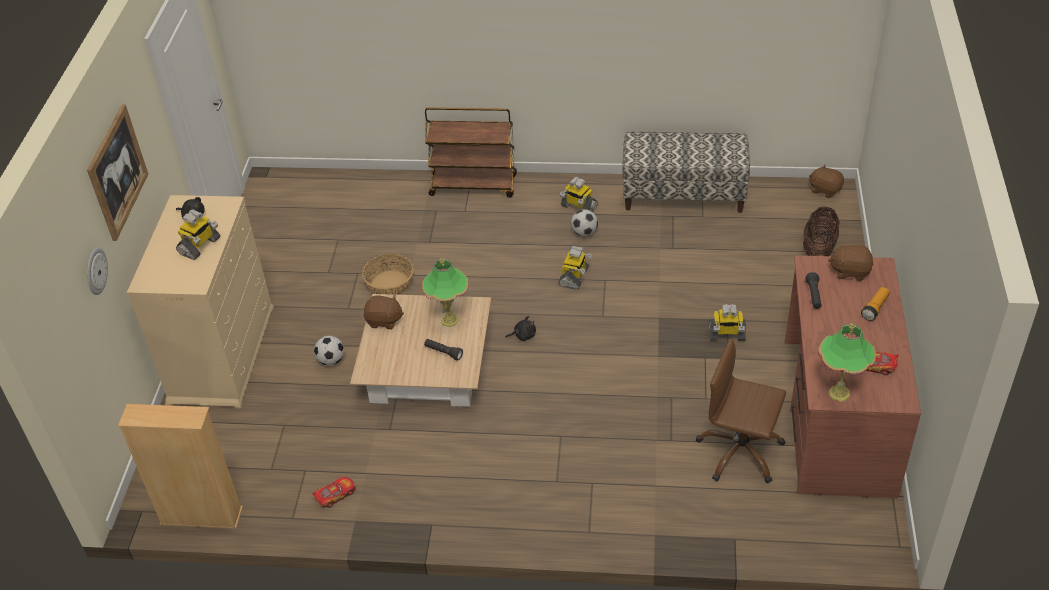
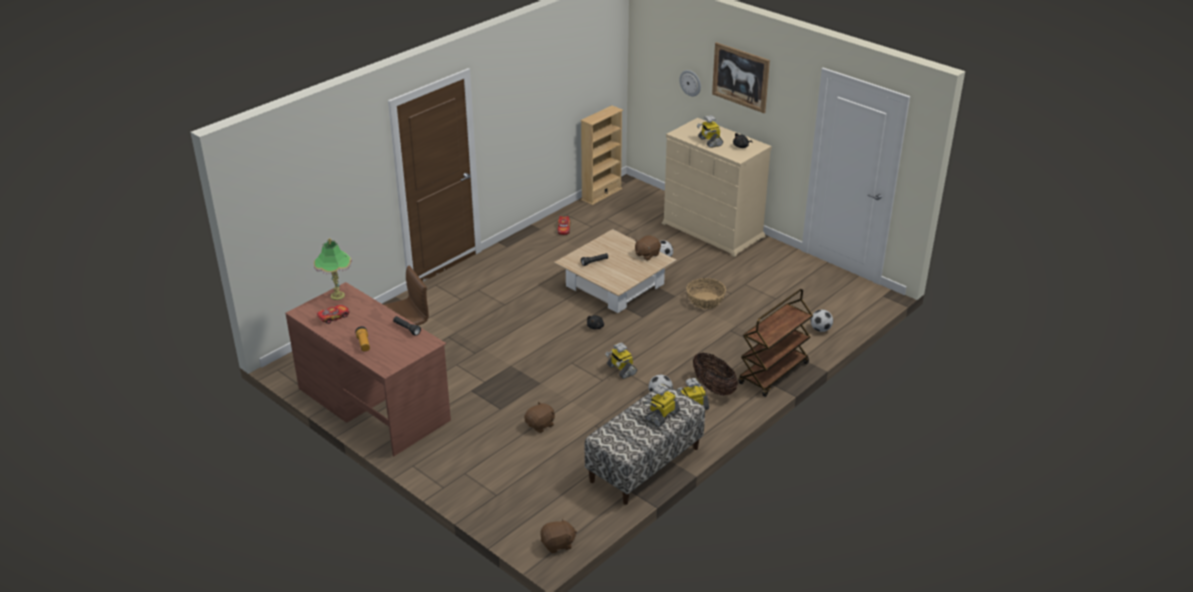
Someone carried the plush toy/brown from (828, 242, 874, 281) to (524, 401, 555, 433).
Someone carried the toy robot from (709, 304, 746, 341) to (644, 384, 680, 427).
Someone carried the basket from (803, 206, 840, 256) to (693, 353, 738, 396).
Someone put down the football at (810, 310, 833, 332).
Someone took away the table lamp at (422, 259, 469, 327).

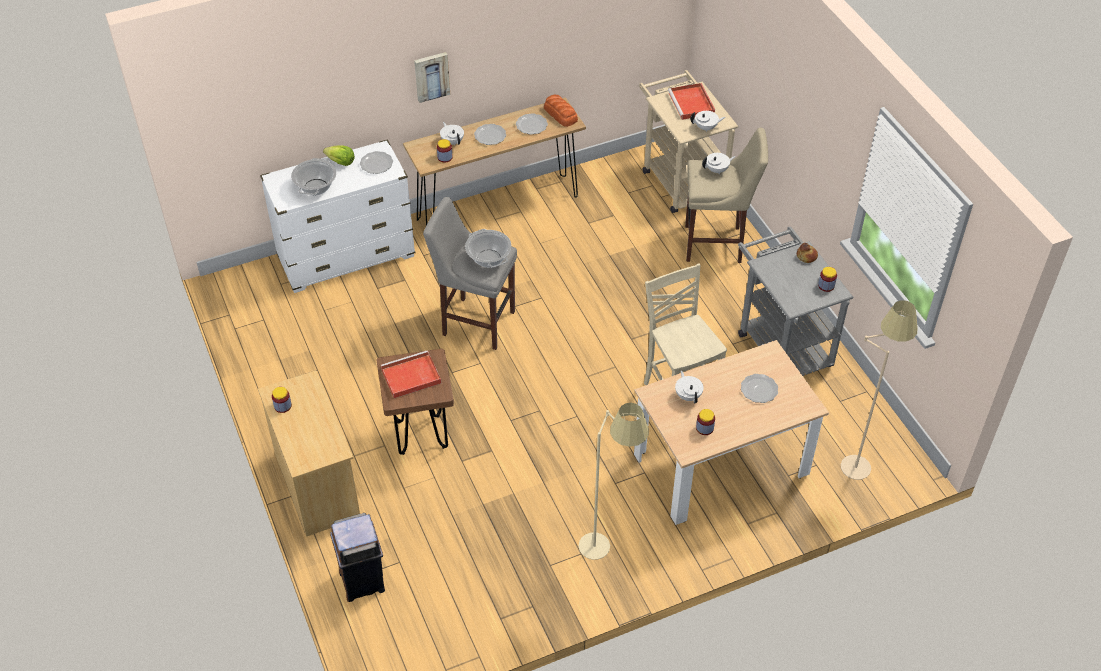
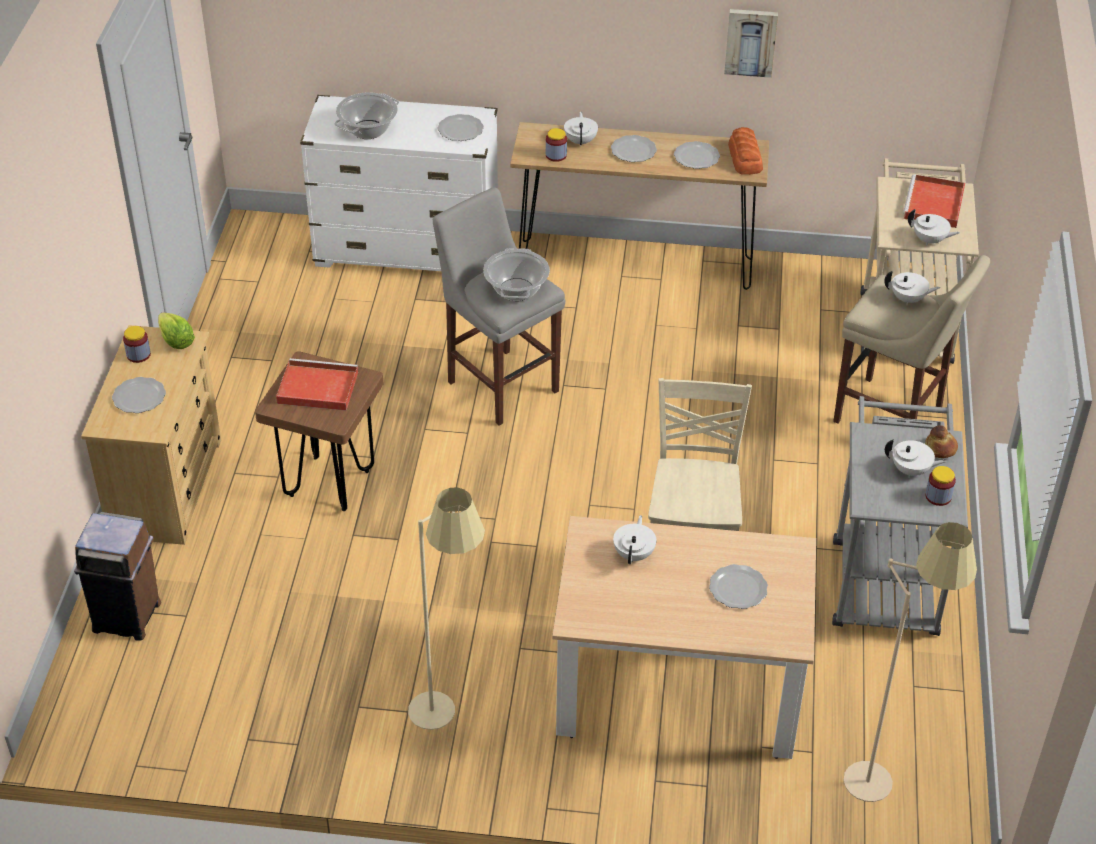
Someone put down the plate at (112, 377, 166, 413).
Someone carried the lettuce from (323, 146, 355, 166) to (158, 312, 195, 349).
Someone carried the picture from (414, 52, 450, 103) to (724, 9, 778, 78).
Someone put down the teapot/white at (885, 439, 947, 478).
Someone took away the jar at (696, 409, 715, 435).

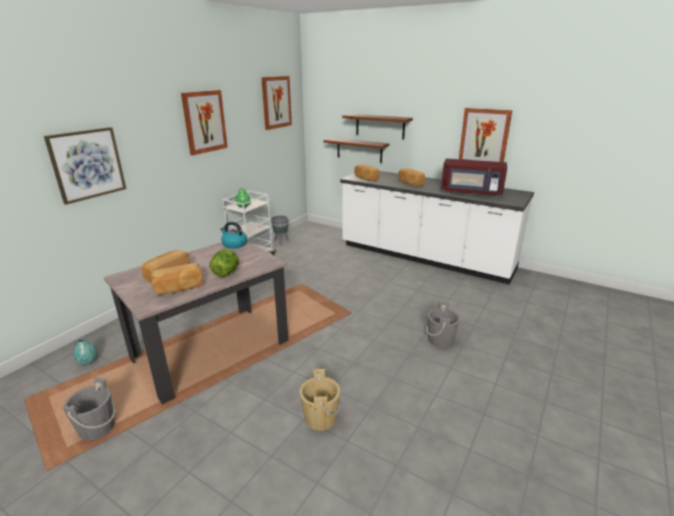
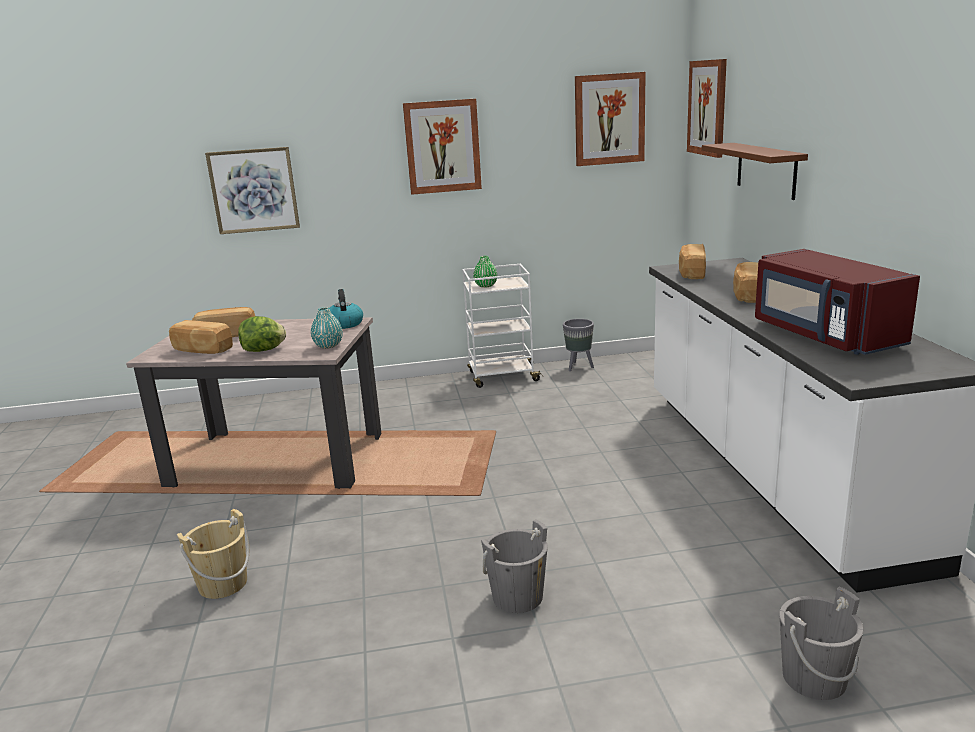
Someone carried the vase/turquoise from (74, 338, 98, 365) to (311, 307, 343, 349).
Someone carried the picture from (459, 108, 513, 162) to (687, 59, 727, 158).
Someone carried the bucket/grey from (63, 377, 115, 441) to (779, 586, 864, 700).
Someone took away the shelf/brown at (323, 138, 389, 163).

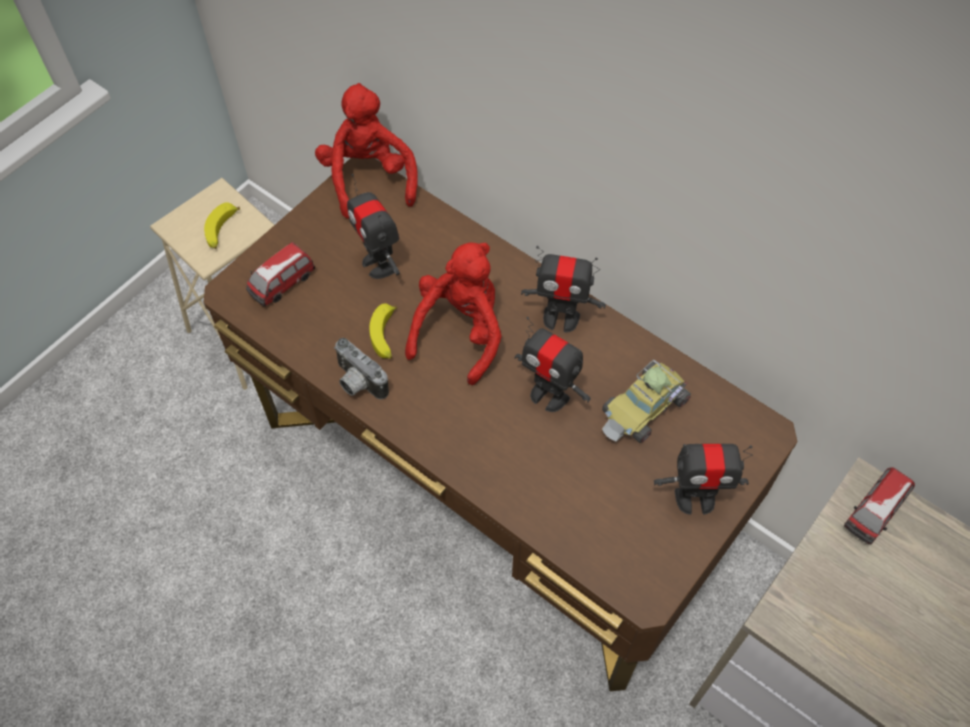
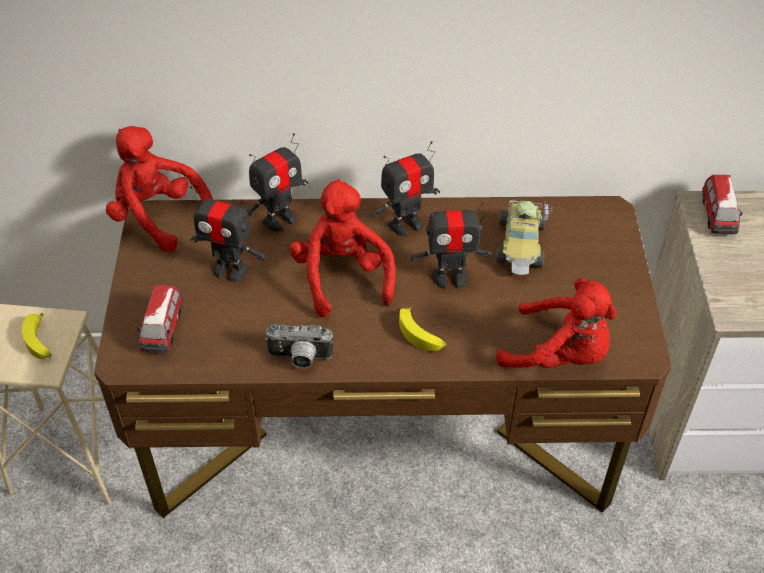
Someone carried the toy robot from (654, 444, 753, 515) to (247, 133, 308, 232).
Someone carried the banana from (369, 304, 397, 359) to (399, 306, 447, 351).
Someone put down the plush toy/red at (496, 278, 617, 368).

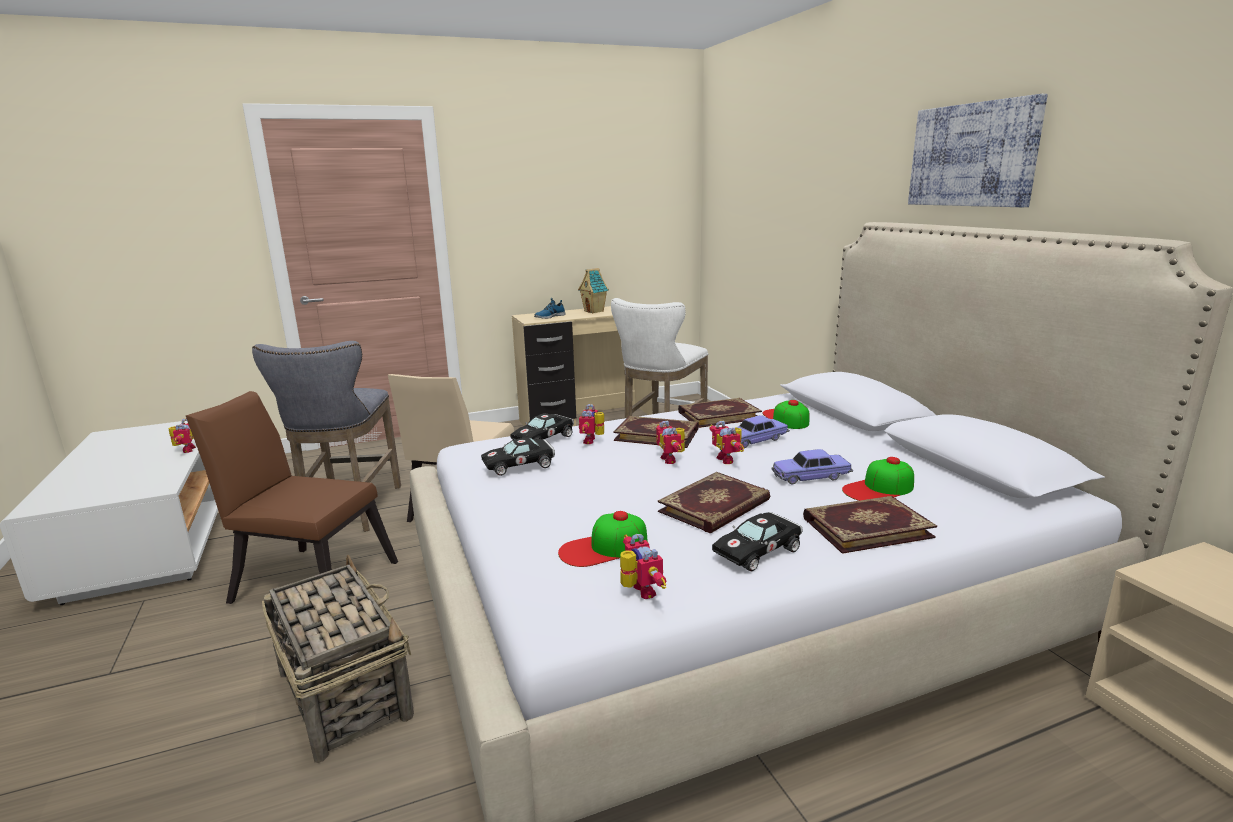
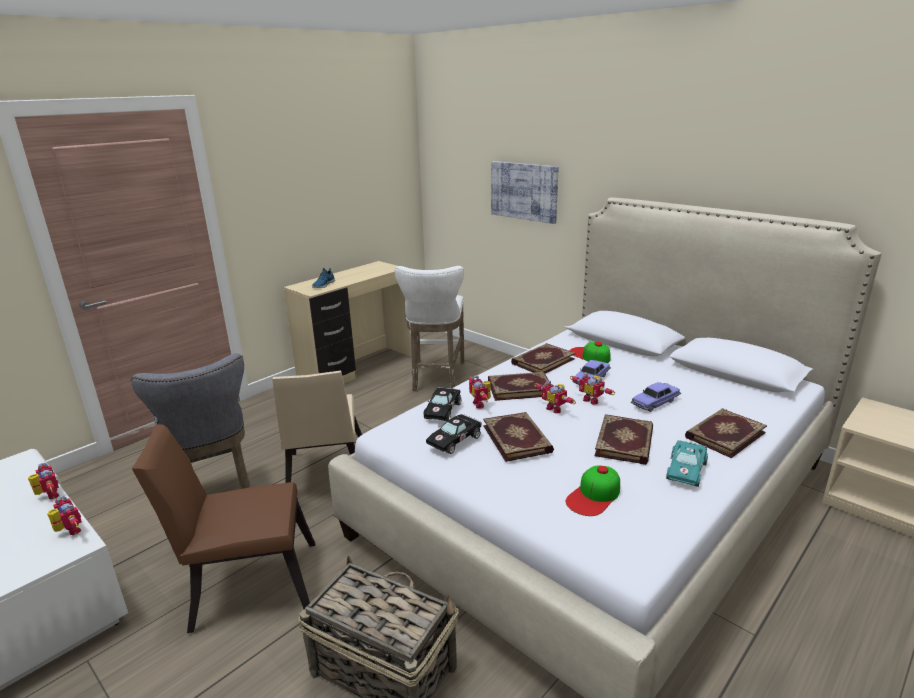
Someone carried the toy robot from (620, 534, 666, 599) to (47, 496, 82, 535).
Someone put down the book at (483, 412, 554, 462).
Someone carried the picture from (908, 94, 1048, 207) to (491, 161, 559, 224).
Someone repainted the toy car/black at (712, 512, 803, 571), which became the toy car/turquoise at (666, 440, 708, 487).
Someone took away the toy house at (578, 268, 609, 313).
Someone took away the cap at (842, 457, 914, 501).

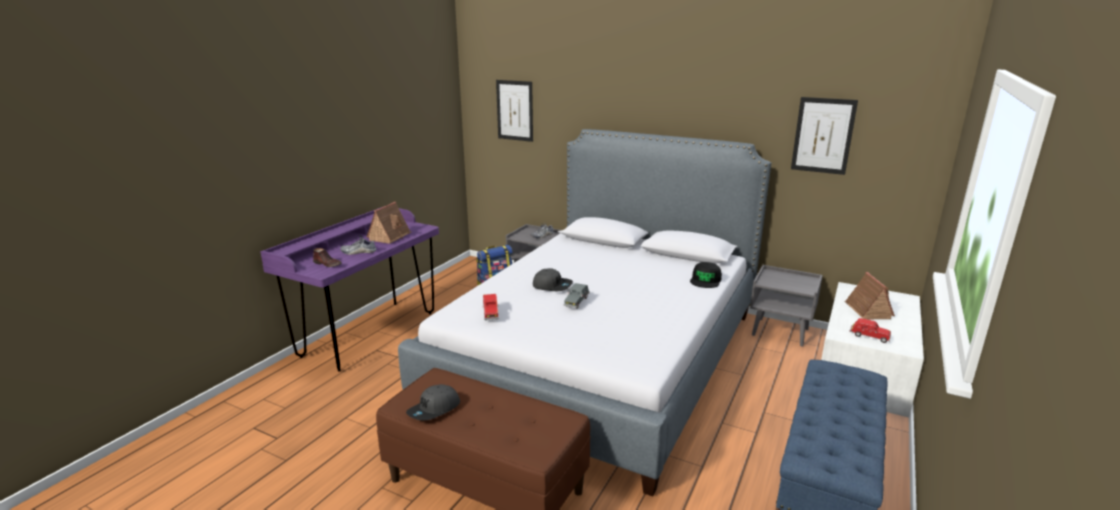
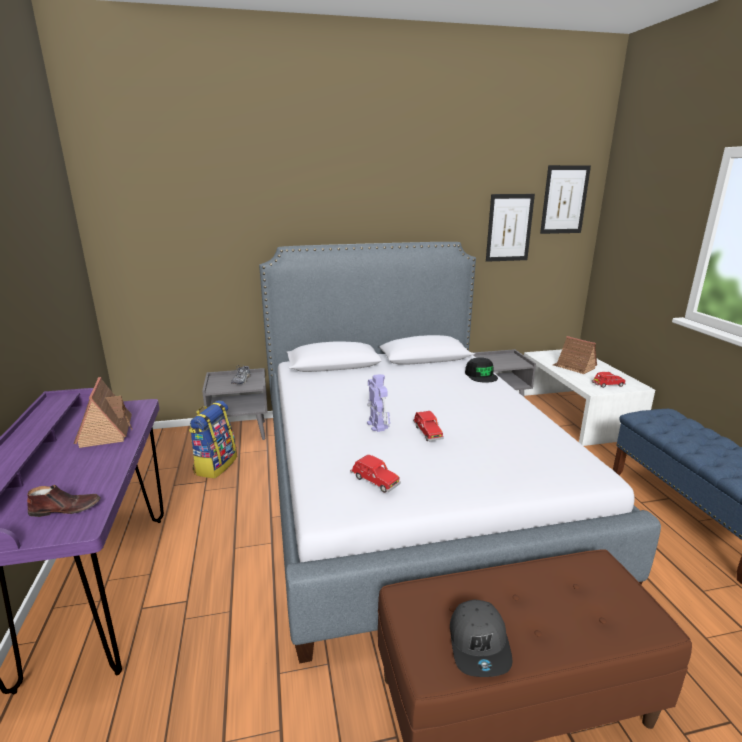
Someone swapped the cap/grey at (533, 268, 573, 291) for the toy robot at (367, 374, 390, 432).
Someone repainted the toy car/grey at (564, 283, 590, 309), which became the toy car/red at (413, 411, 444, 441).
Someone carried the picture from (496, 80, 533, 142) to (540, 165, 591, 234).
Someone took away the shoe at (340, 235, 376, 255).

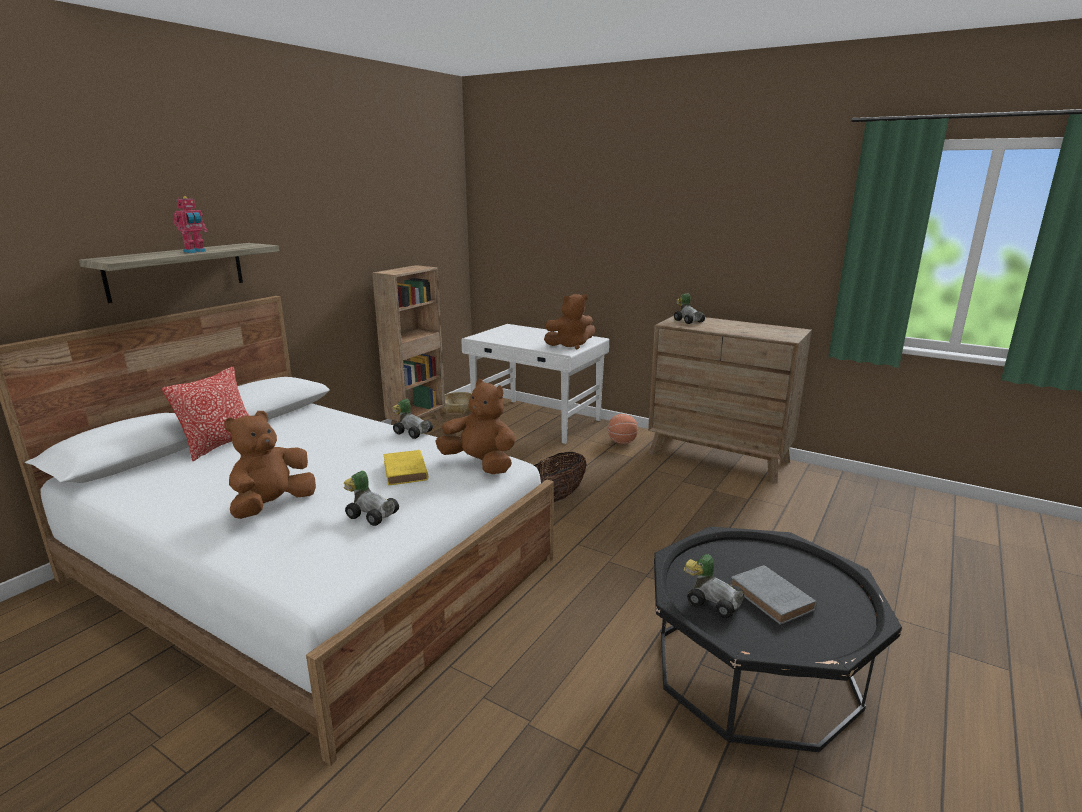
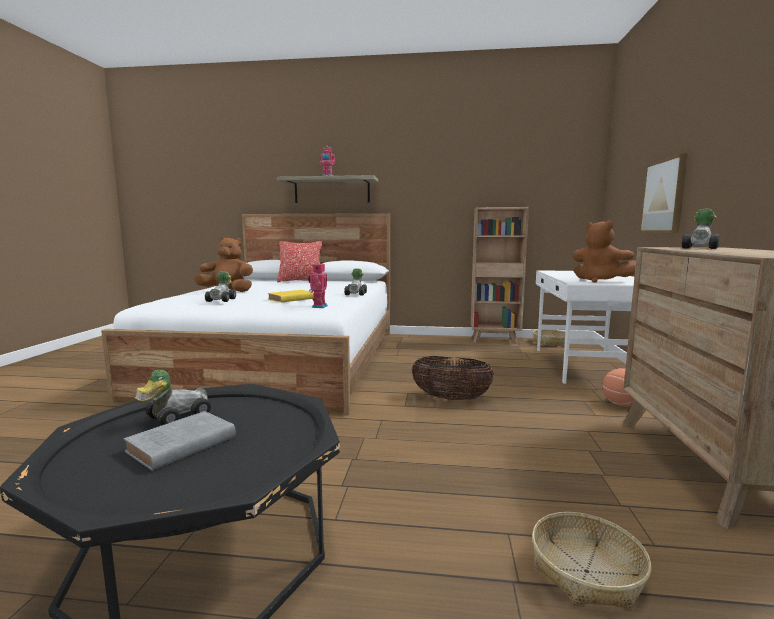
Someone rotated the toy car at (684, 554, 744, 618) by 150 degrees counterclockwise.
Someone swapped the plush toy/brown at (435, 379, 515, 474) for the toy robot at (308, 262, 328, 308).
Someone put down the basket at (532, 512, 651, 609).
Someone put up the picture at (640, 153, 688, 233).

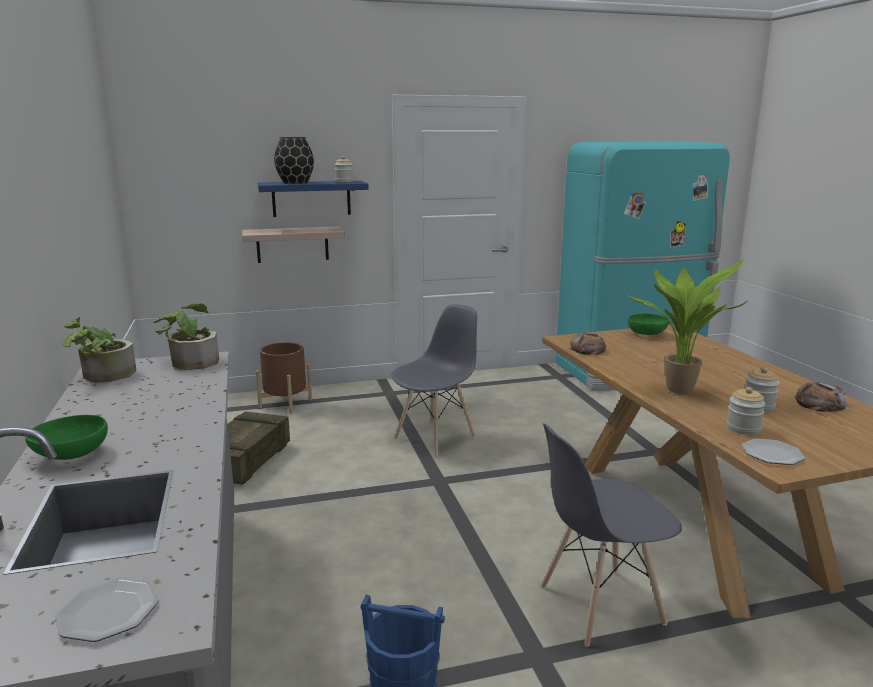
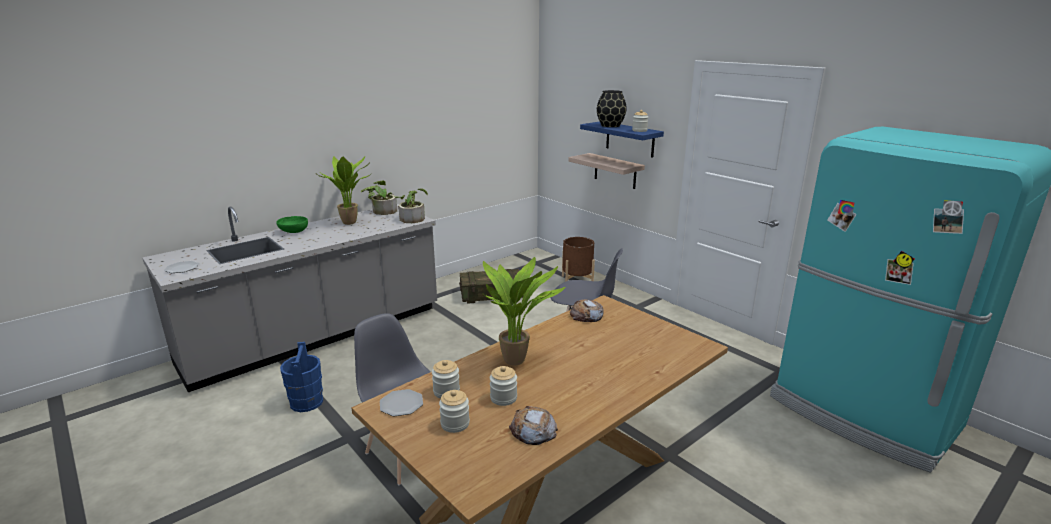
Someone put down the potted plant at (317, 156, 372, 225).
Someone put down the jar at (439, 390, 470, 433).
Someone took away the bowl/green at (628, 313, 669, 335).

